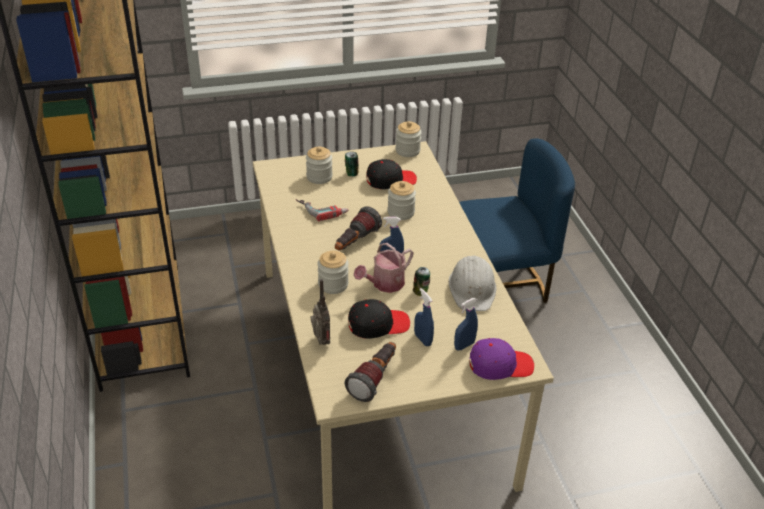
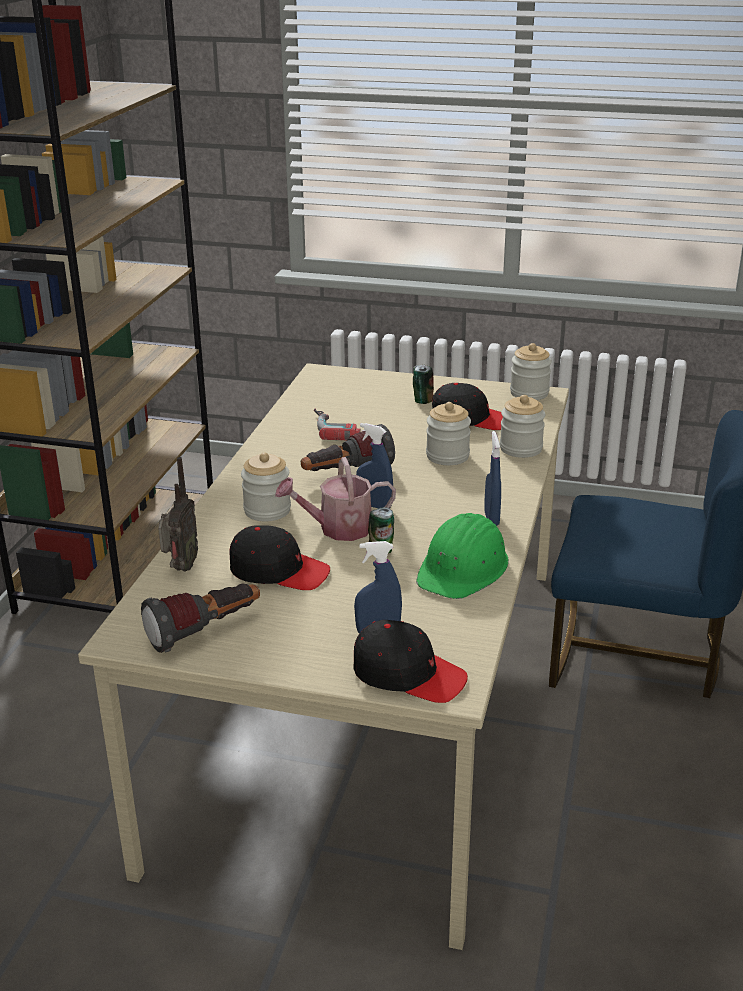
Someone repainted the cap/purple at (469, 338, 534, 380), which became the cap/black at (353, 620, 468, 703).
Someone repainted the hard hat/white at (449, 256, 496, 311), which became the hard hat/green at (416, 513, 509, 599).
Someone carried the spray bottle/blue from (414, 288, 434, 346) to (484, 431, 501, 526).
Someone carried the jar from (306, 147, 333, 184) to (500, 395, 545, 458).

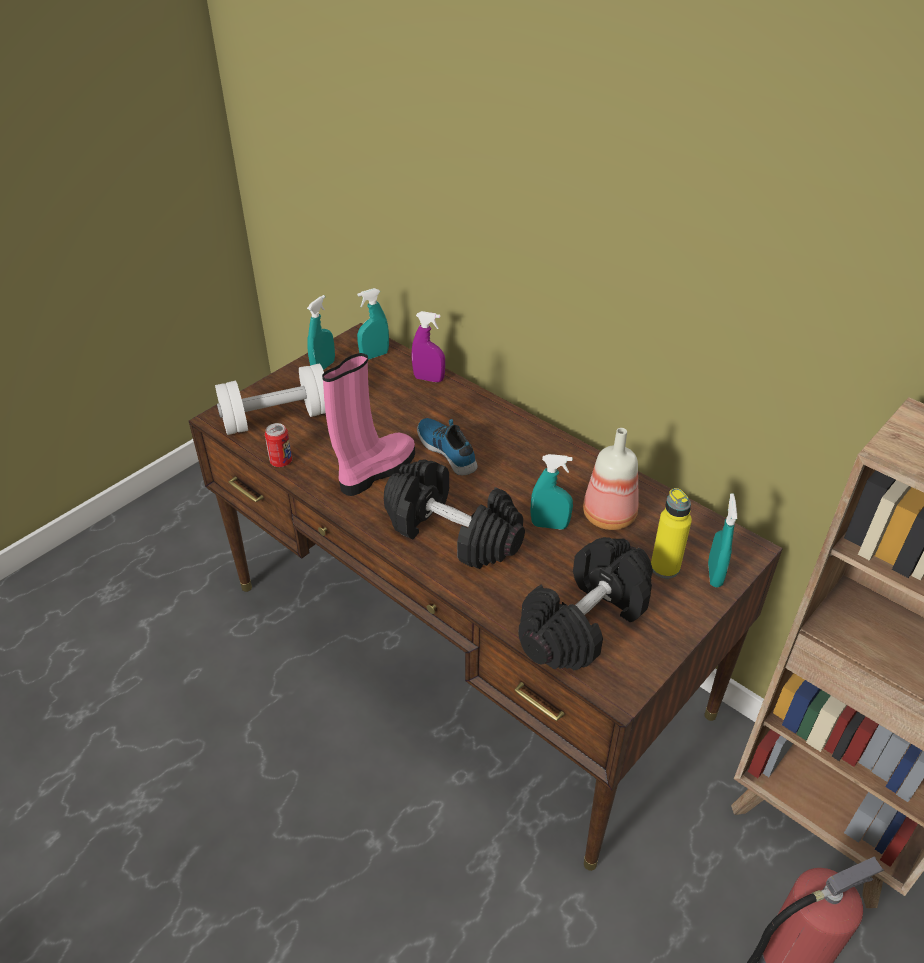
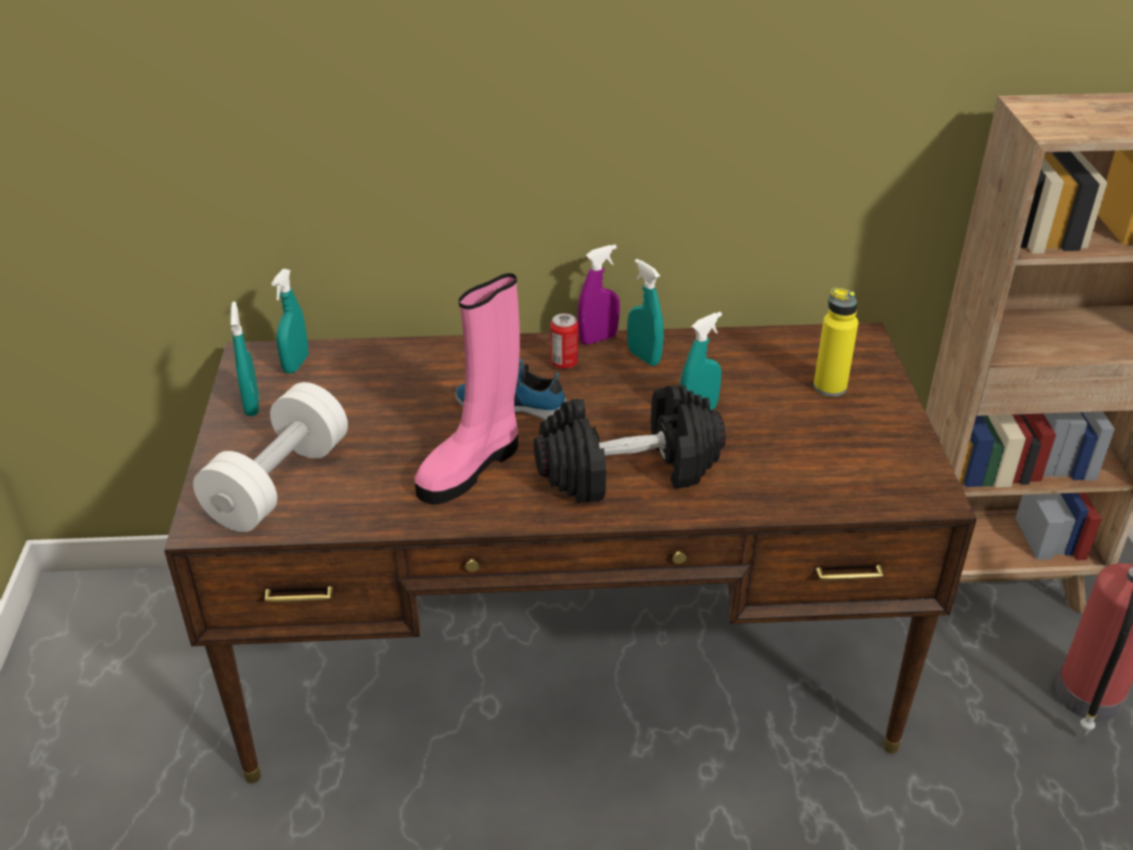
Someone rotated the boot/pink at (322, 353, 415, 496) by 135 degrees counterclockwise.
Someone carried the can from (265, 423, 292, 467) to (550, 313, 578, 369).
Someone carried the spray bottle/purple from (412, 311, 445, 382) to (578, 245, 620, 344).
Someone carried the spray bottle/turquoise from (708, 493, 737, 588) to (627, 259, 664, 366).
Someone took away the dumbbell/black at (518, 537, 653, 670).
Someone took away the bottle at (583, 428, 639, 530).

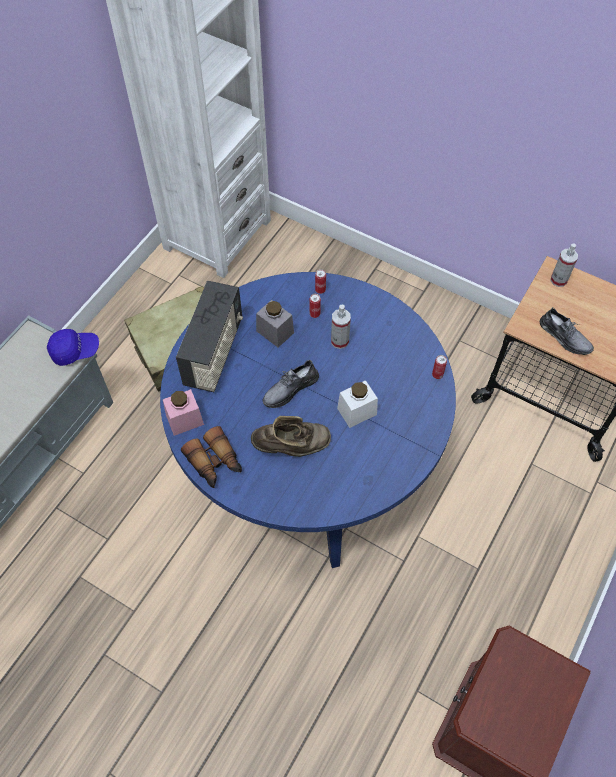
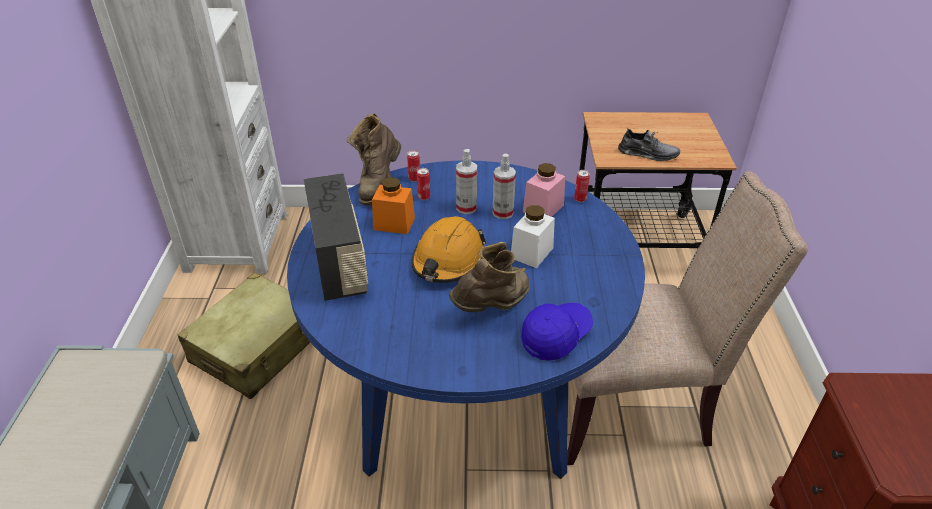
Someone put down the boot/brown at (347, 113, 401, 205).
Someone repainted the jar/grey at (256, 300, 294, 348), which became the jar/orange at (372, 177, 415, 234).
Someone swapped the shoe/grey at (263, 359, 319, 408) for the hard hat/orange at (411, 216, 486, 283).
Someone carried the spray bottle from (551, 243, 578, 287) to (493, 153, 516, 219).
Someone carried the cap/blue from (47, 329, 99, 366) to (521, 303, 593, 361).
Someone carried the jar/pink from (163, 389, 204, 436) to (523, 163, 565, 217).
Someone put down the chair/beige at (567, 171, 808, 465).
Someone took away the binoculars at (181, 426, 242, 488).

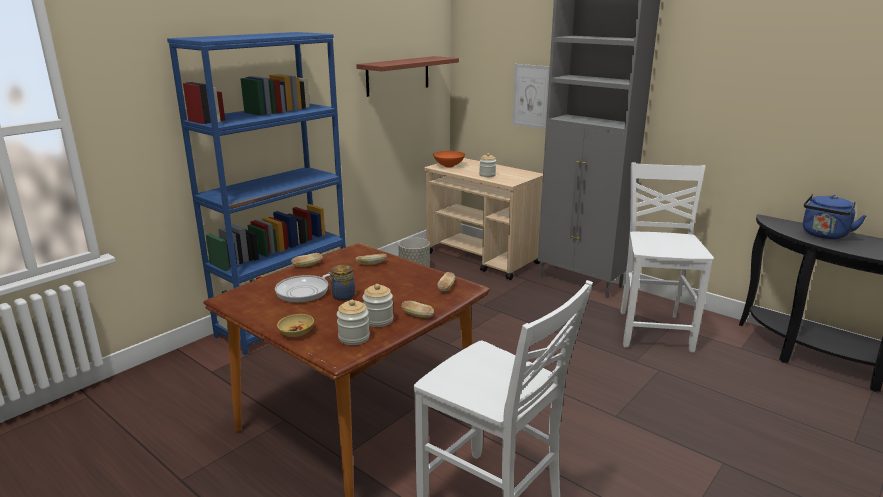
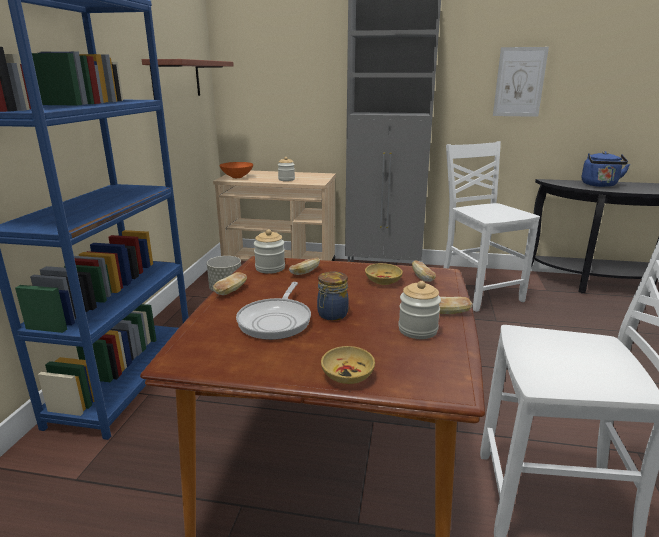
Someone carried the jar from (337, 300, 370, 345) to (254, 229, 285, 274).
Someone put down the bowl/beige at (365, 263, 403, 285).
Someone carried the picture from (512, 64, 550, 130) to (493, 47, 549, 117).

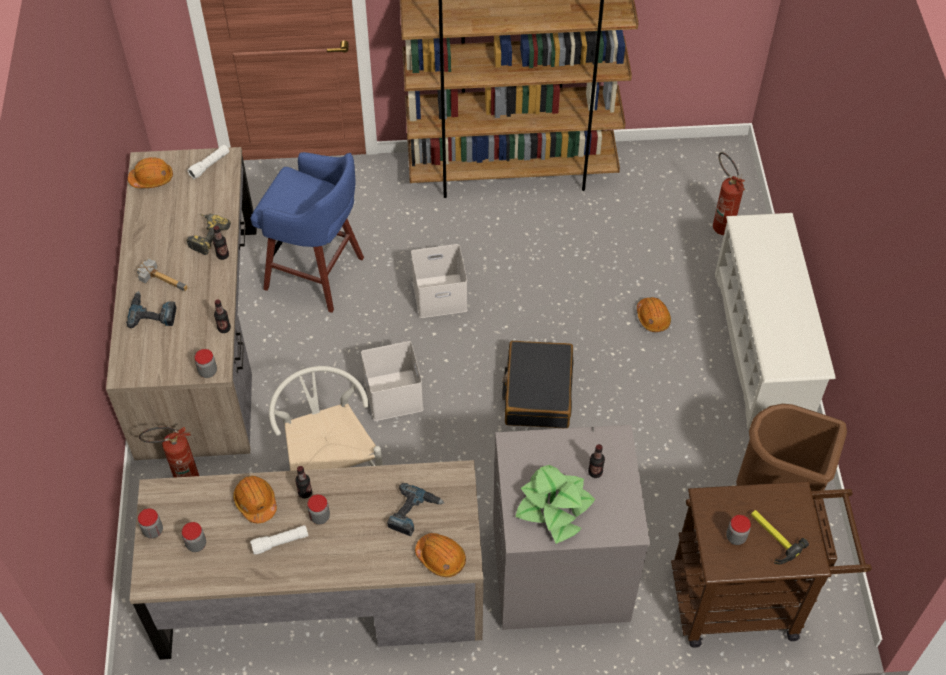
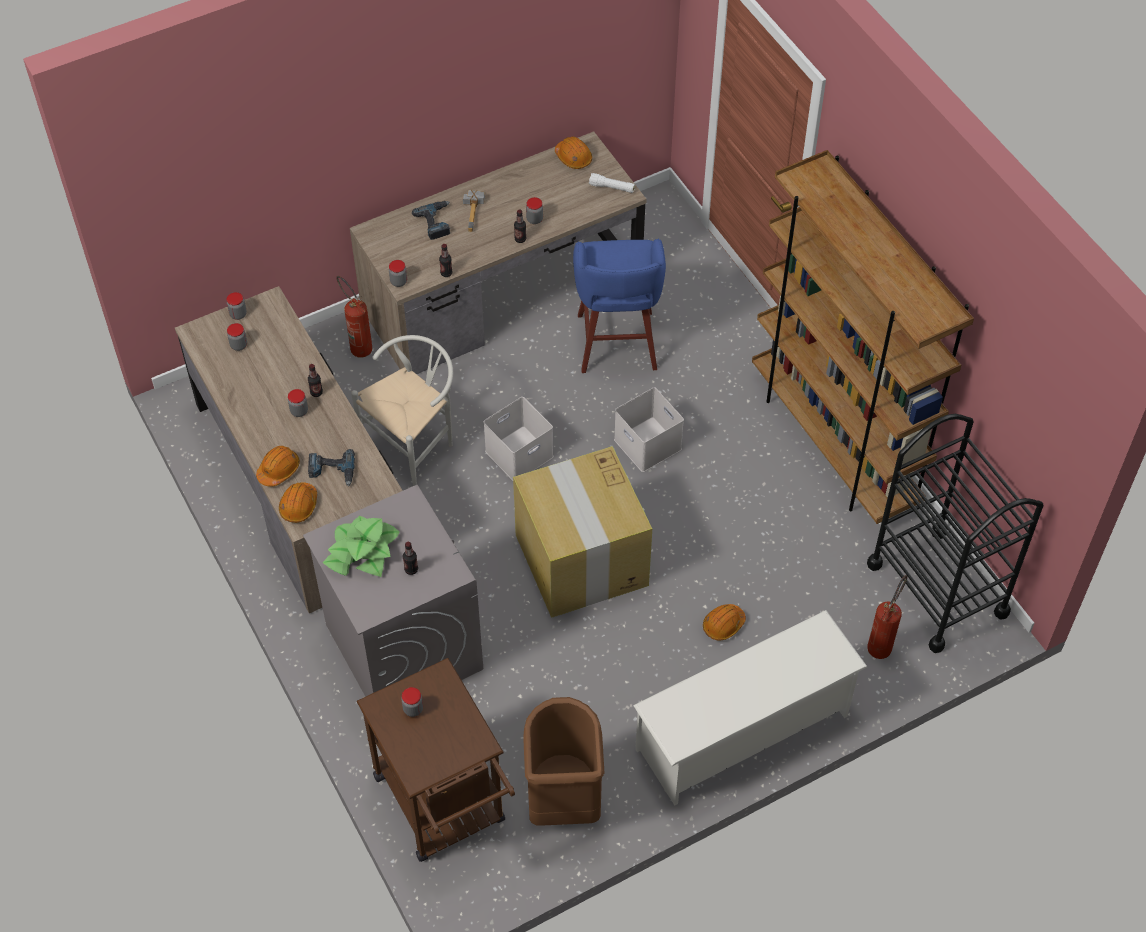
Someone carried the hard hat/orange from (233, 476, 277, 523) to (256, 446, 300, 487).
Someone swapped the suitcase/black at (502, 341, 574, 428) for the cardboard box at (513, 446, 652, 618).
Someone swapped the power drill at (187, 214, 231, 255) for the jar at (526, 197, 543, 224).
Someone put down the cart/black at (867, 414, 1044, 653).
Someone took away the flashlight/white at (250, 525, 308, 555).
Someone took away the hammer at (751, 510, 809, 565).

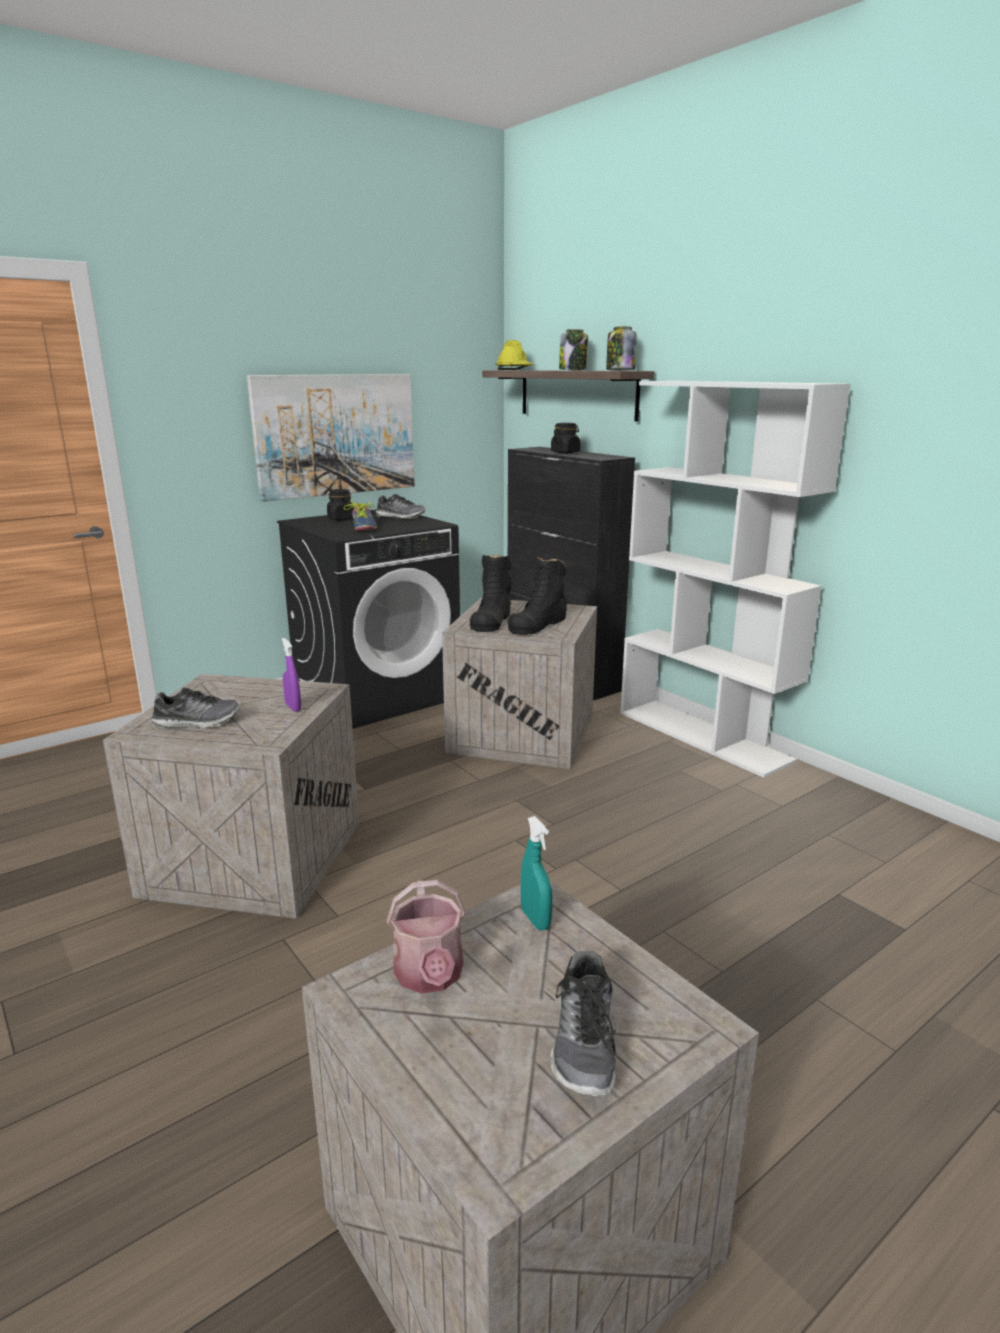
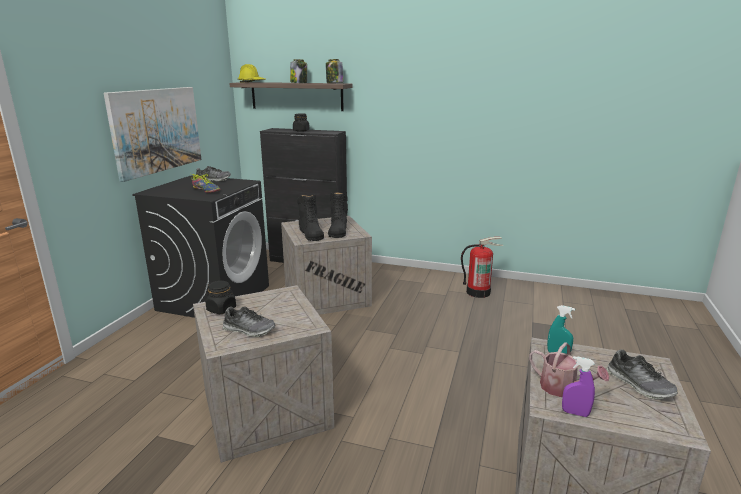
Someone carried the jar/black from (327, 489, 354, 521) to (206, 281, 236, 314).
Someone rotated the shoe at (152, 688, 240, 729) by 60 degrees clockwise.
Someone put down the fire extinguisher at (461, 237, 504, 298).
Someone carried the spray bottle/purple from (282, 638, 301, 712) to (562, 356, 595, 417).
Someone took away the bookcase/white at (620, 381, 851, 778).

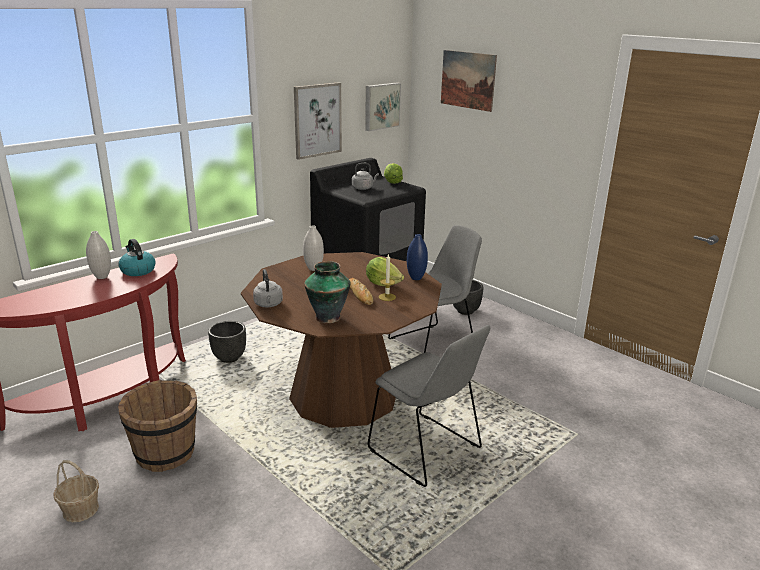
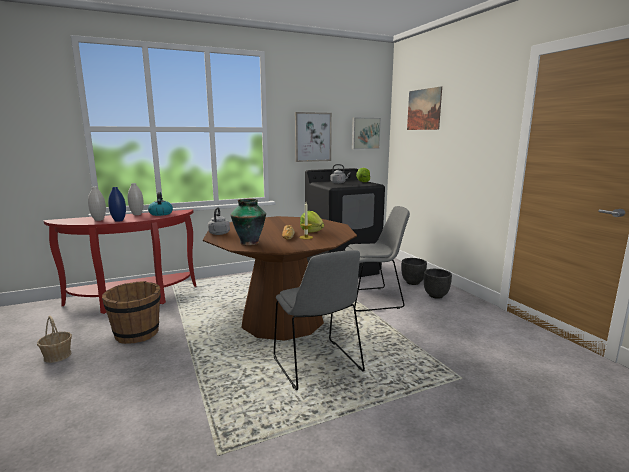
Someone carried the vase/white from (303, 225, 324, 271) to (88, 186, 106, 221).
Someone carried the vase/blue from (407, 234, 428, 280) to (108, 187, 126, 222).
Someone carried the planter/black from (208, 321, 246, 363) to (424, 269, 452, 299).

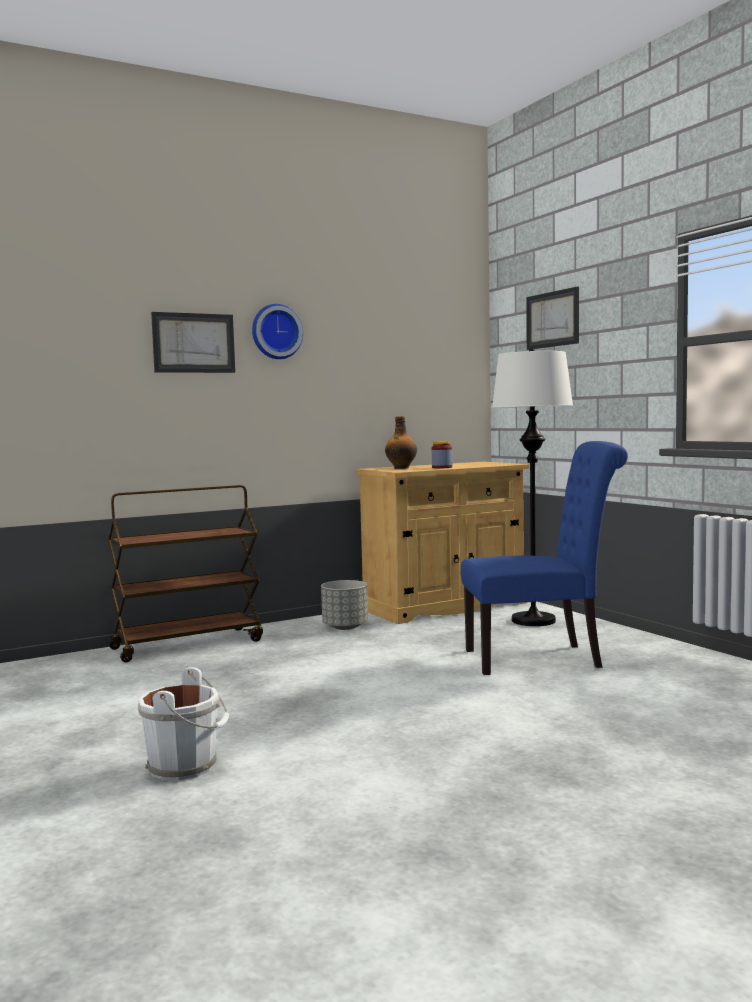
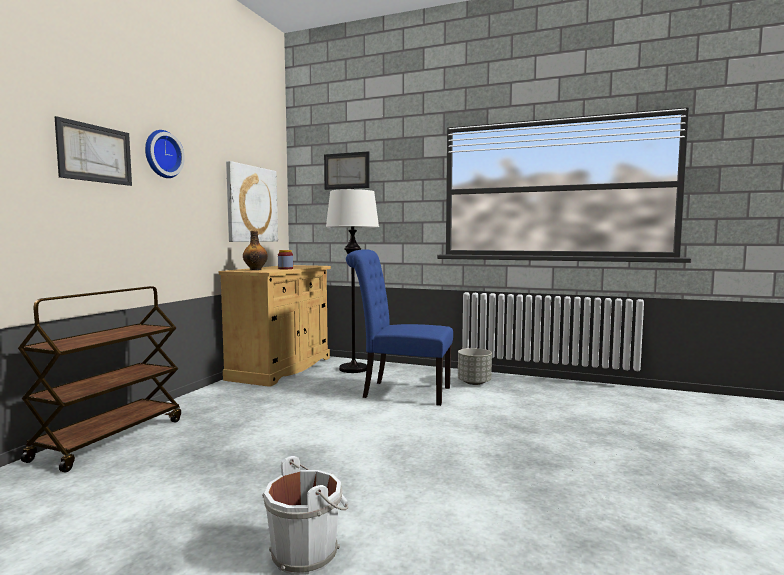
Someone put up the picture at (226, 161, 278, 242).
Someone rotated the chair/blue at (461, 441, 628, 675) by 120 degrees counterclockwise.
Someone carried the planter/grey from (321, 580, 368, 630) to (458, 348, 492, 385).

